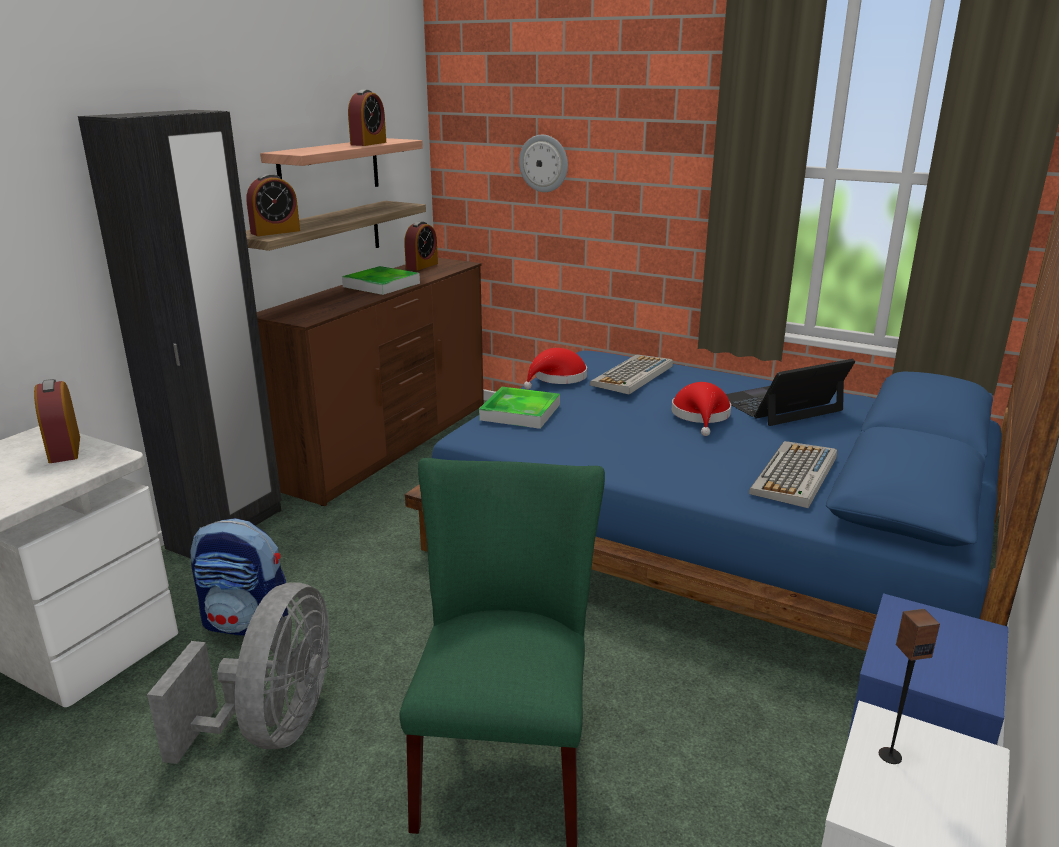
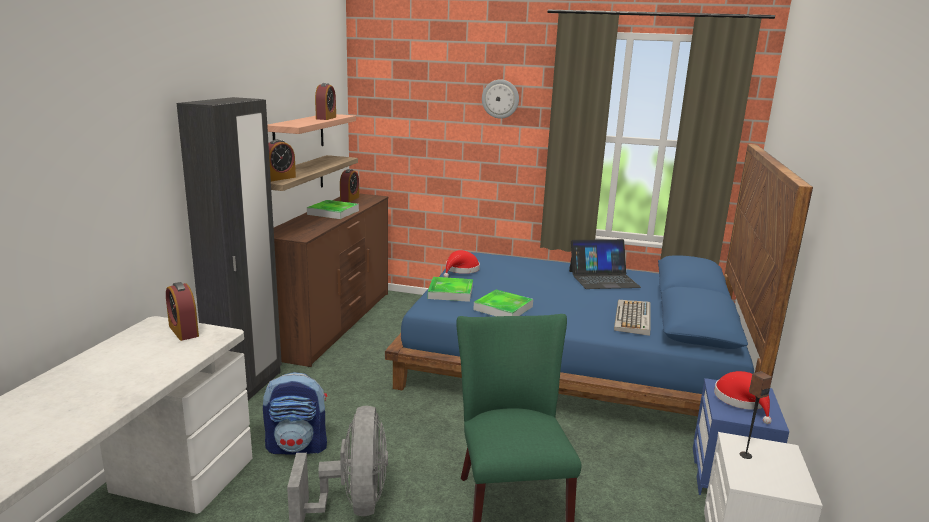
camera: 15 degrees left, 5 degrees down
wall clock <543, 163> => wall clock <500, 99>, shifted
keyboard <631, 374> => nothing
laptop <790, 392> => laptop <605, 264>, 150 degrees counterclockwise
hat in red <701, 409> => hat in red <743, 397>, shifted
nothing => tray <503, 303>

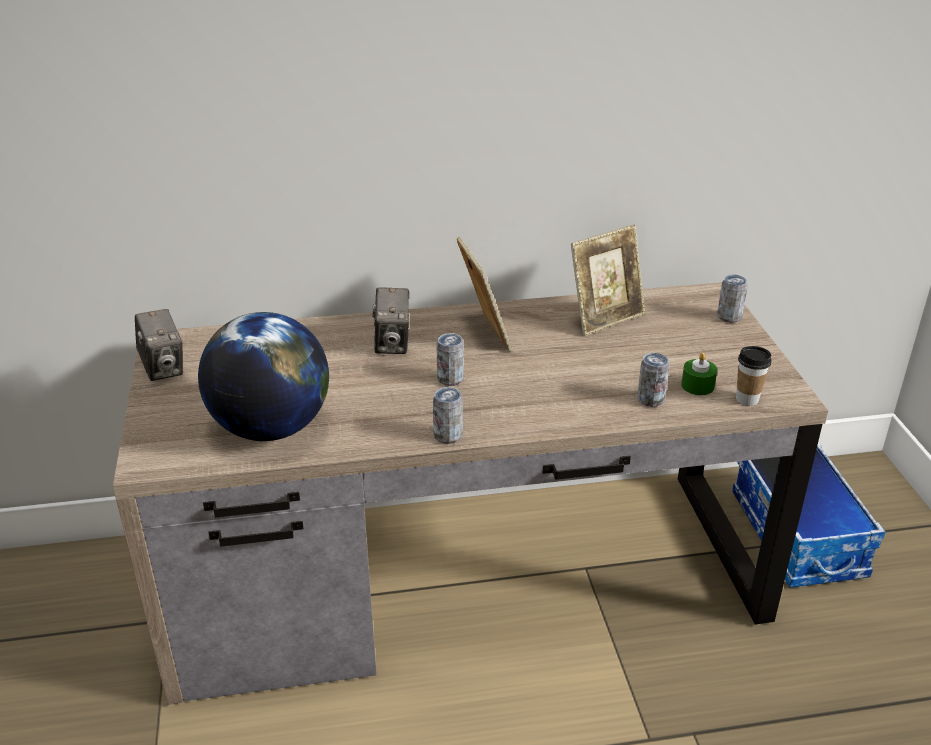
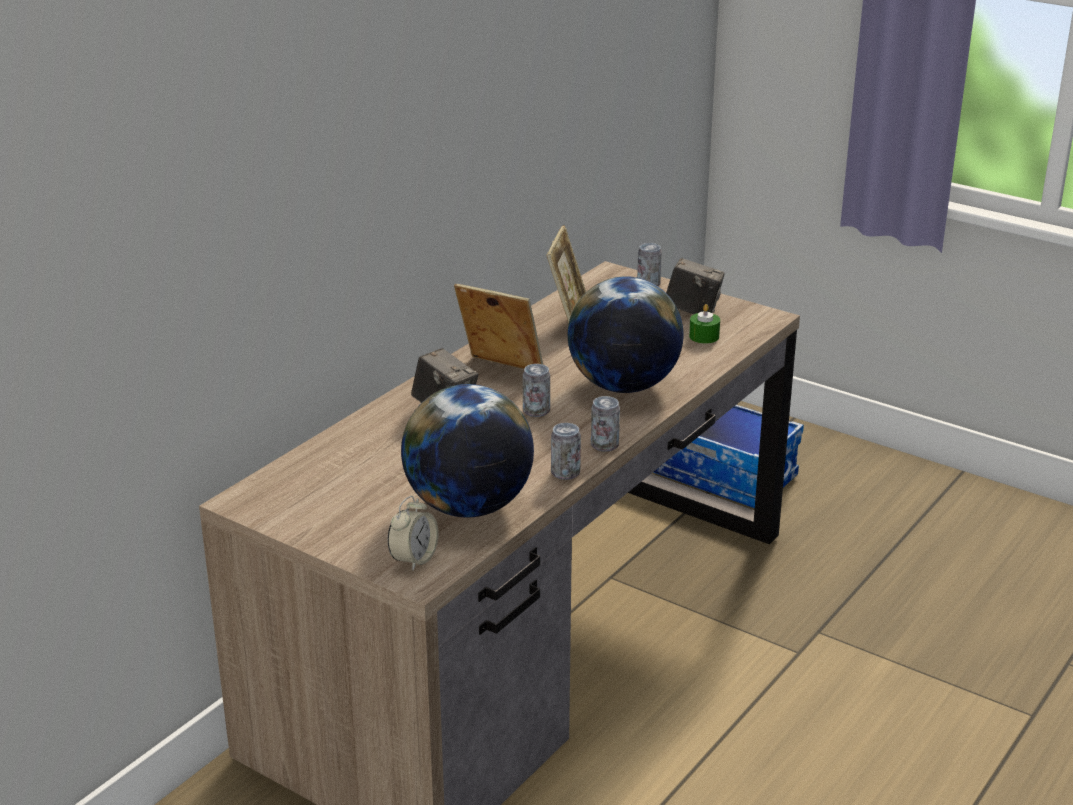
camera: 45 degrees left, 5 degrees down
photo camera <159, 345> => photo camera <695, 286>, shifted
cup <754, 376> => nothing
can <653, 380> => can <566, 451>, shifted
nothing => globe <625, 334>
nothing => alarm clock <413, 533>

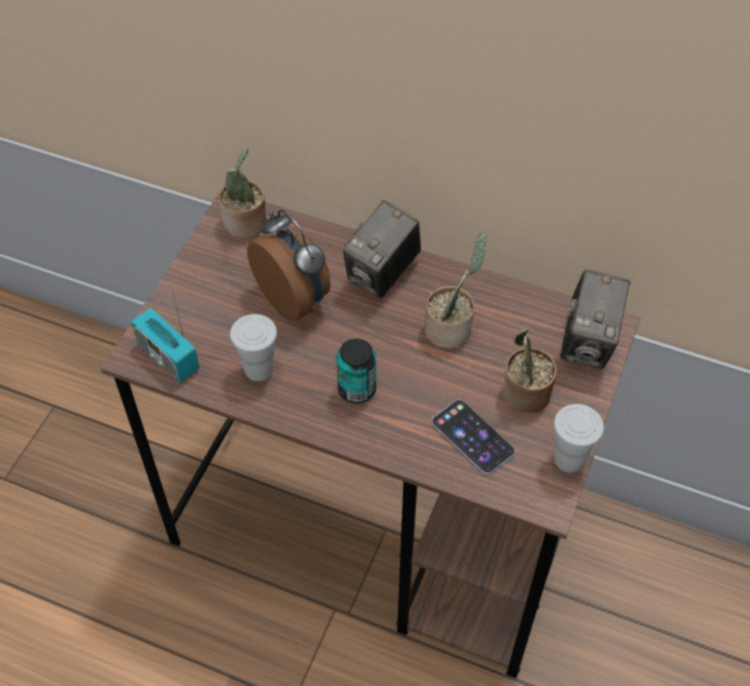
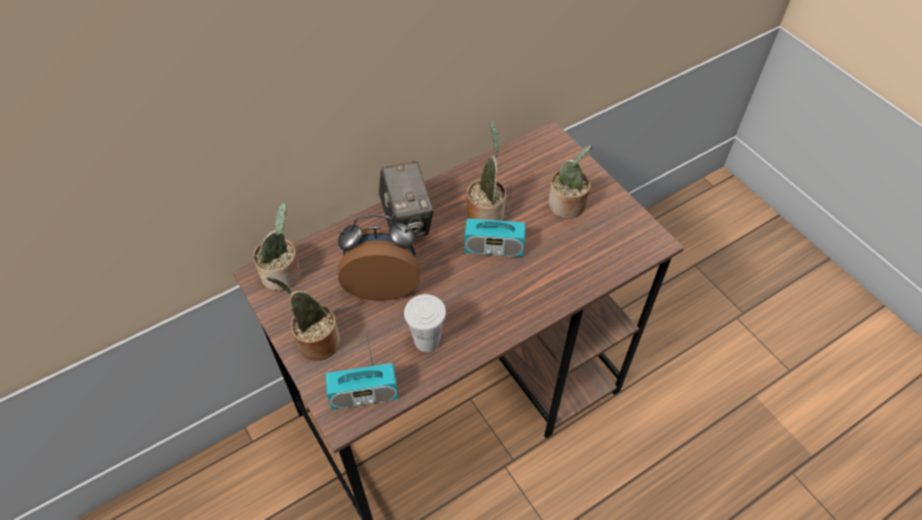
camera: 55 degrees left, 0 degrees up
photo camera <595, 319> => nothing
can <356, 371> => nothing
phone <473, 437> => nothing
cup in white <579, 438> => nothing
nothing => radio <495, 221>
nothing => potted plant <303, 319>

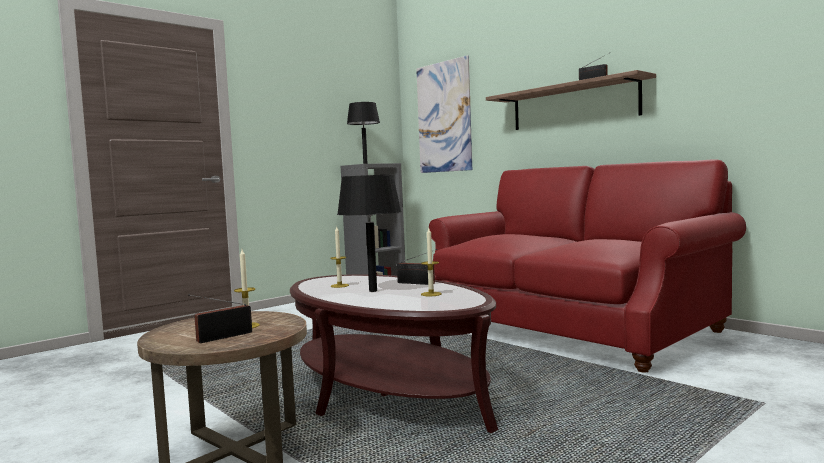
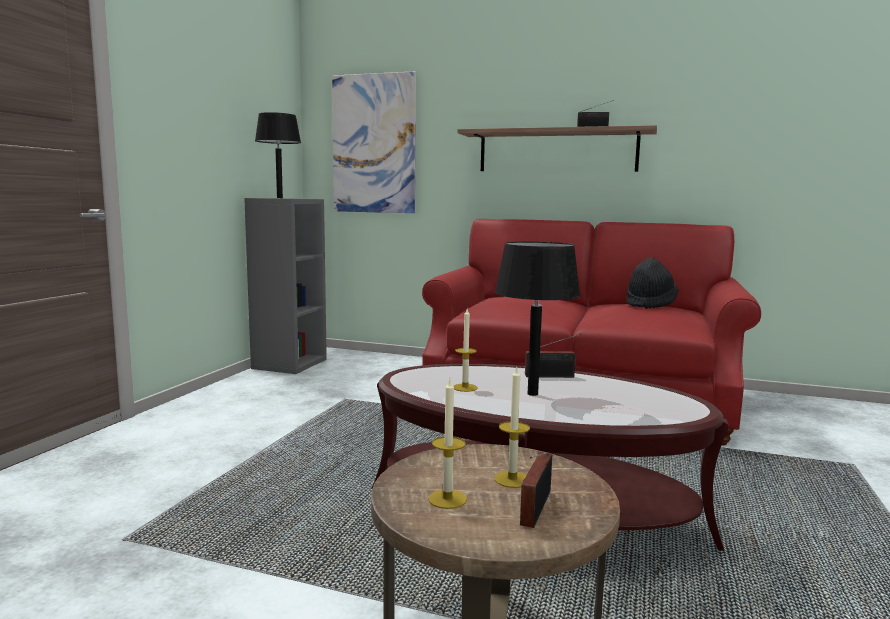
camera: 30 degrees left, 5 degrees up
candle <431, 262> => candle <447, 444>, shifted
nothing => hat in black <652, 283>

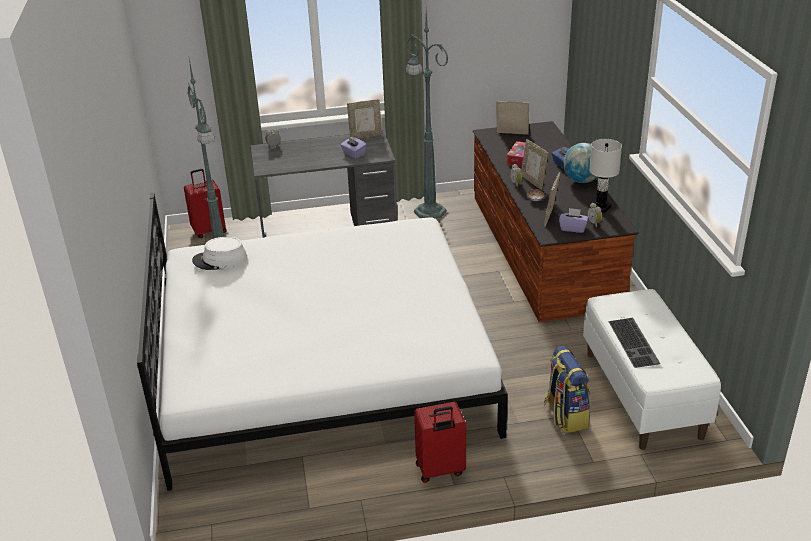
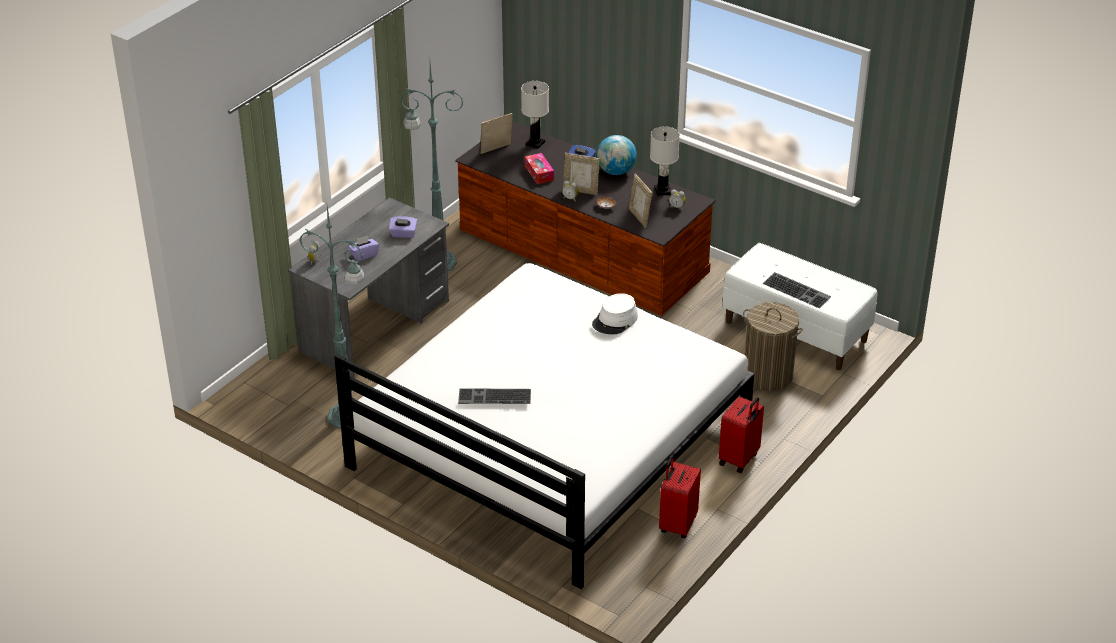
camera: 45 degrees left, 5 degrees up
picture frame <364, 118> => nothing
suitcase in red <205, 203> => suitcase in red <680, 496>, shifted
tissue box in purple <573, 220> => tissue box in purple <363, 248>, shifted
hat in white <220, 253> => hat in white <615, 313>, shifted
backpack <567, 389> => laundry basket <773, 346>
nothing => table lamp in white <535, 115>
nothing => keyboard <494, 396>

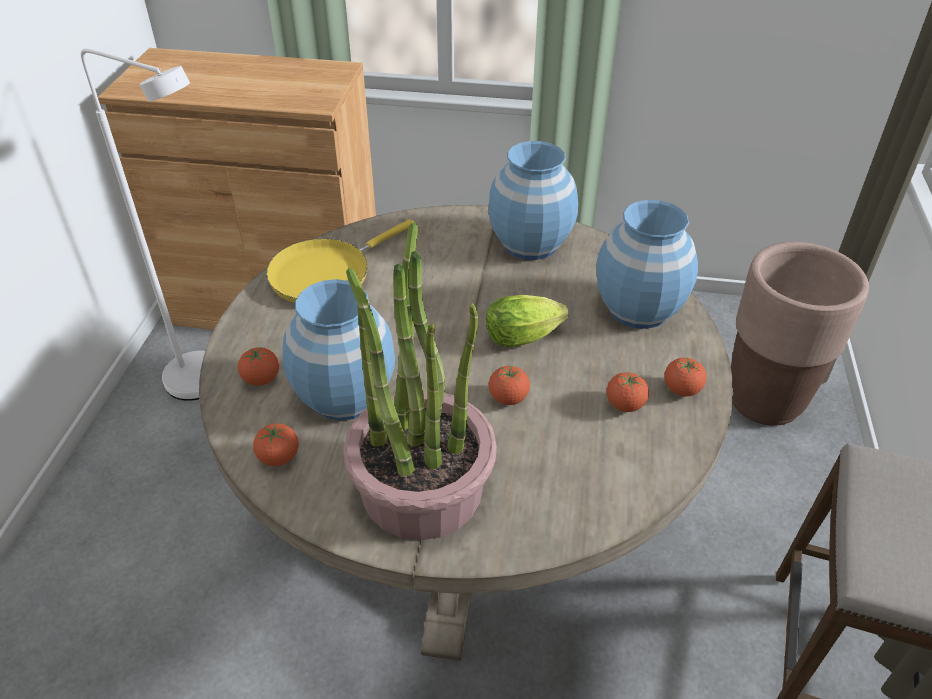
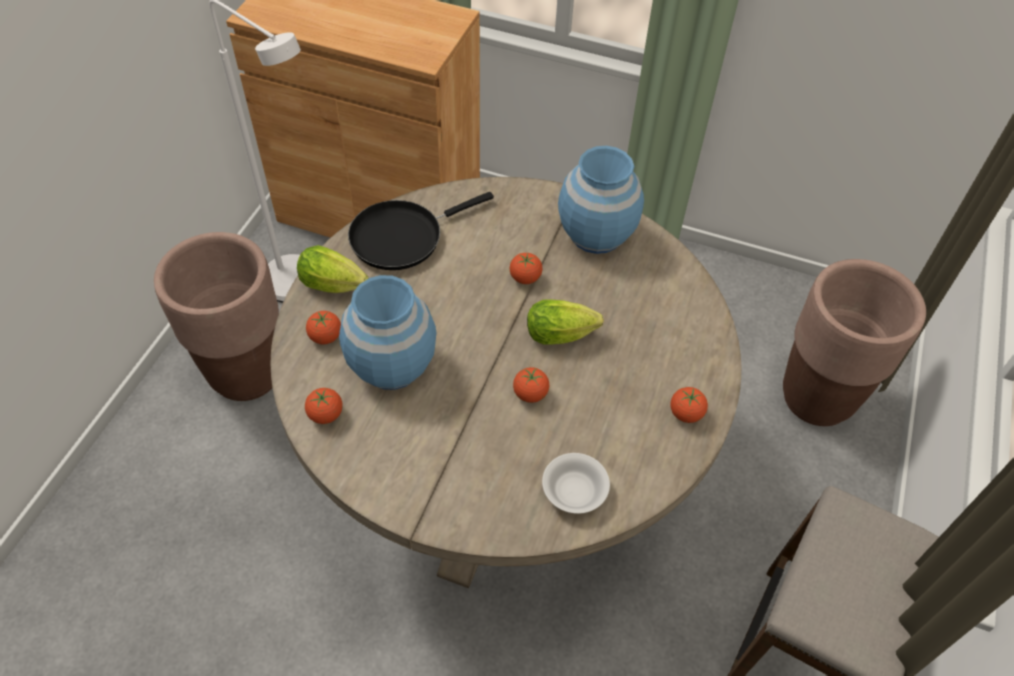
camera: 10 degrees right, 10 degrees up
vase in blue <647, 264> => nothing
frying pan in yellow <340, 261> => frying pan in black <421, 231>
potted plant <420, 380> => nothing
tomato <628, 392> => tomato <526, 268>, shifted
nothing => planter in brown <216, 316>
nothing => lettuce <333, 269>
nothing => bowl in white <576, 483>

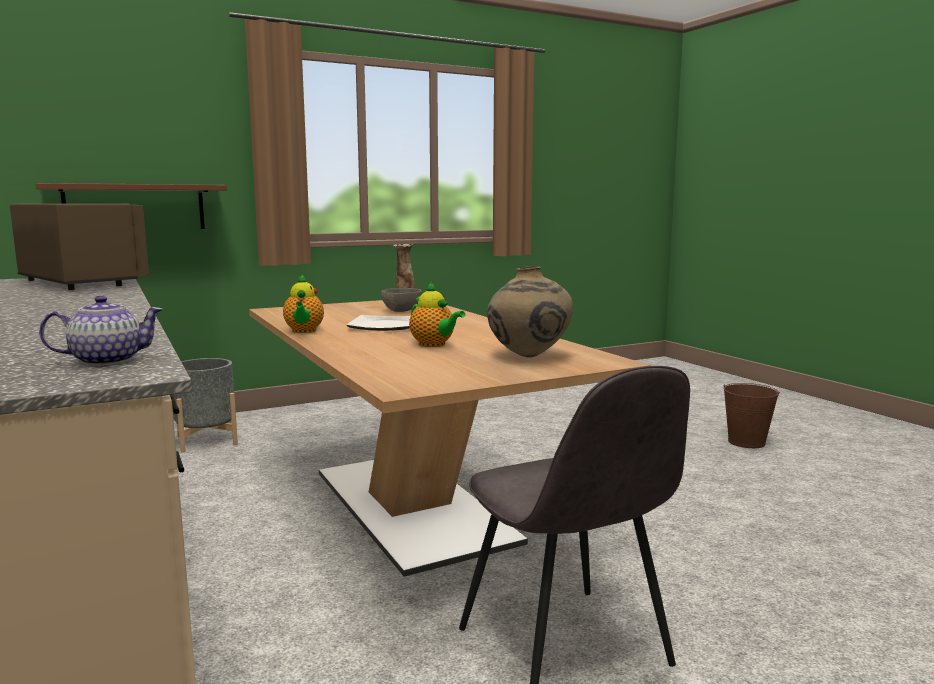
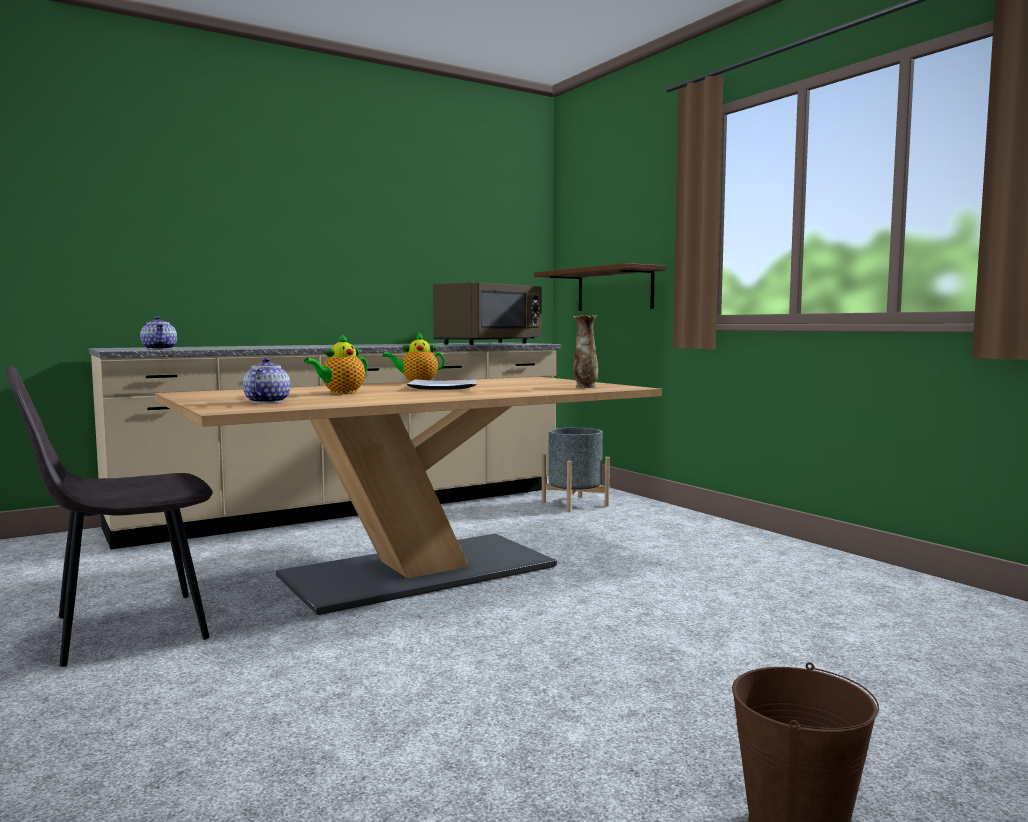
camera: 85 degrees right, 5 degrees down
vase in beige <530, 312> => teapot <266, 380>
bowl in grey <401, 300> => nothing

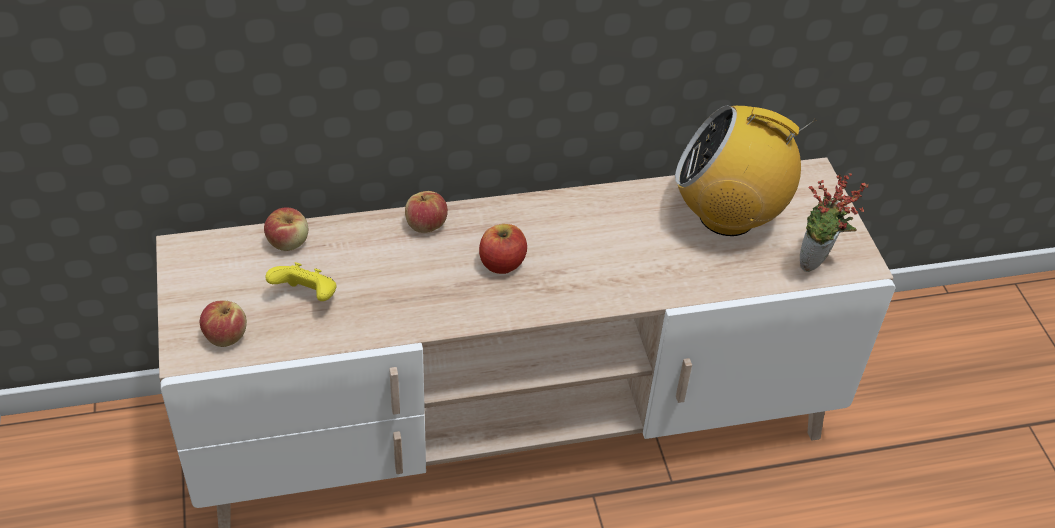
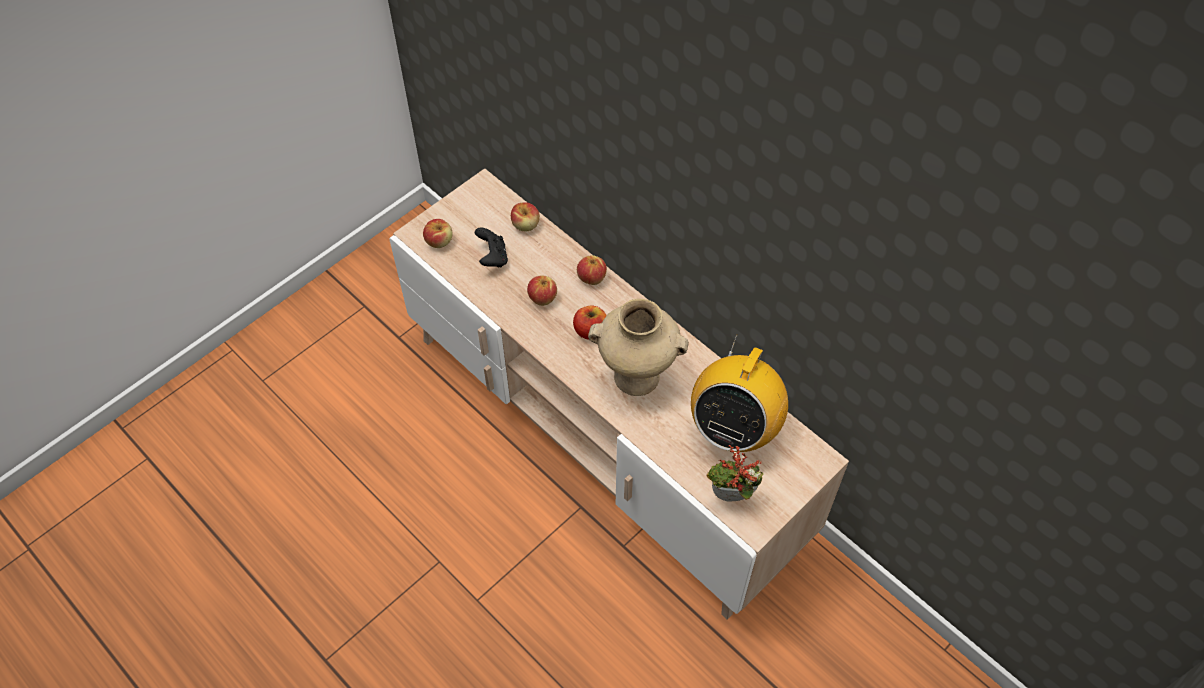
camera: 60 degrees right, 10 degrees up
radio <745, 170> => radio <739, 393>, 135 degrees counterclockwise
game controller in yellow <301, 281> => game controller in black <491, 247>
nothing => apple <542, 291>
nothing => vase in beige <638, 347>

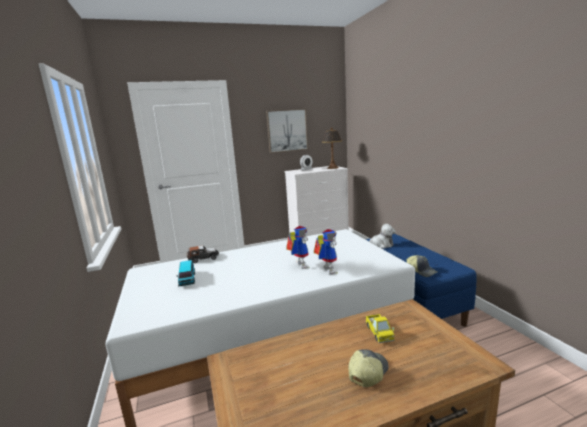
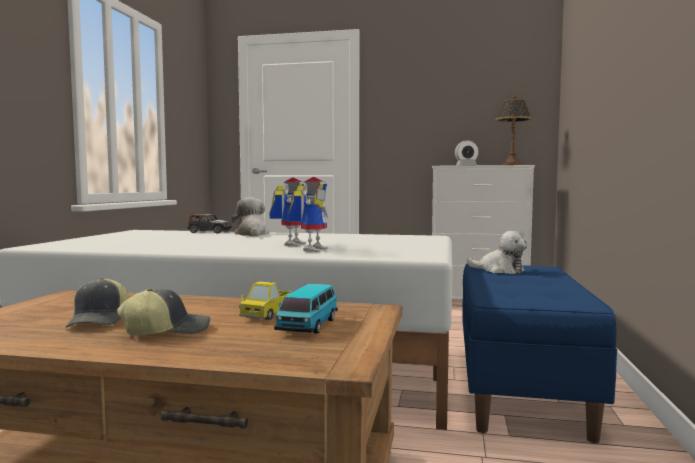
camera: 30 degrees right, 10 degrees down
picture <287, 131> => nothing
cap <421, 266> => cap <97, 303>, shifted
toy car <185, 273> => toy car <306, 309>, shifted
nothing => plush toy <250, 216>

